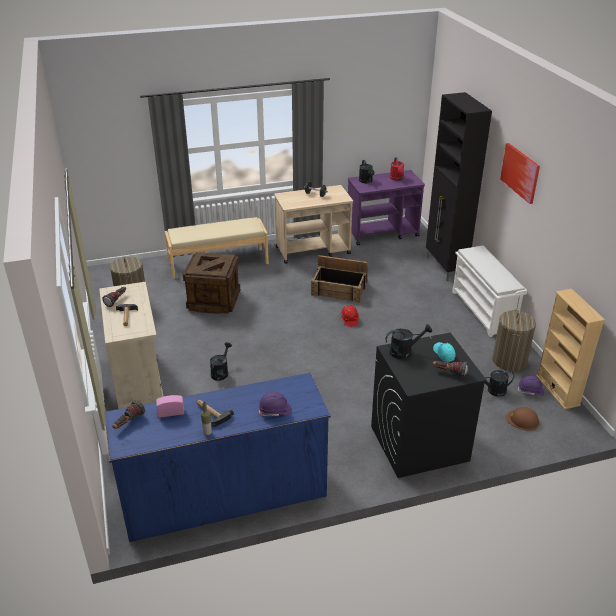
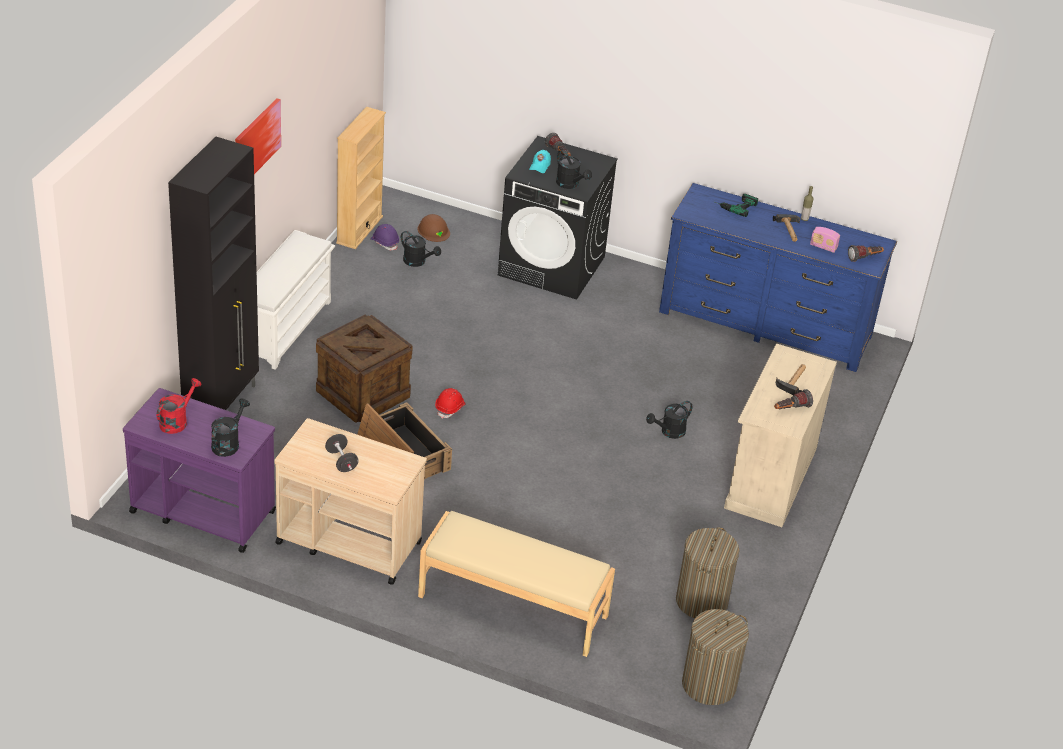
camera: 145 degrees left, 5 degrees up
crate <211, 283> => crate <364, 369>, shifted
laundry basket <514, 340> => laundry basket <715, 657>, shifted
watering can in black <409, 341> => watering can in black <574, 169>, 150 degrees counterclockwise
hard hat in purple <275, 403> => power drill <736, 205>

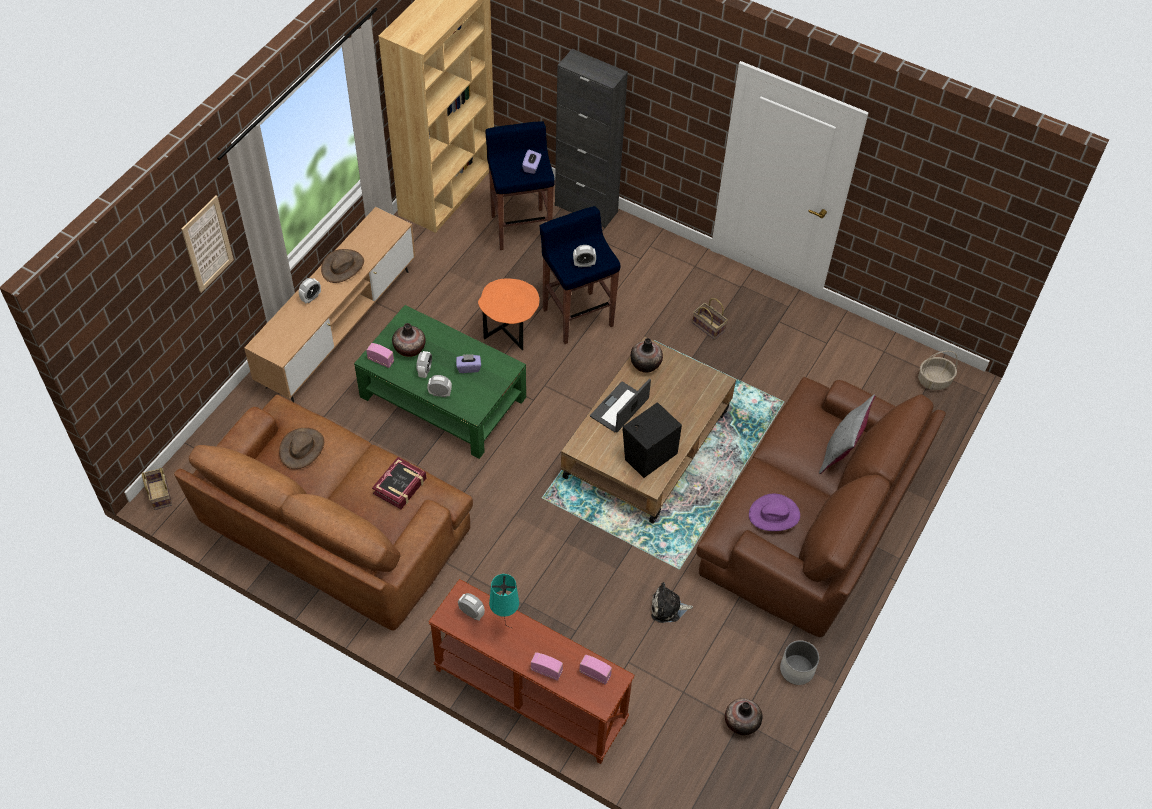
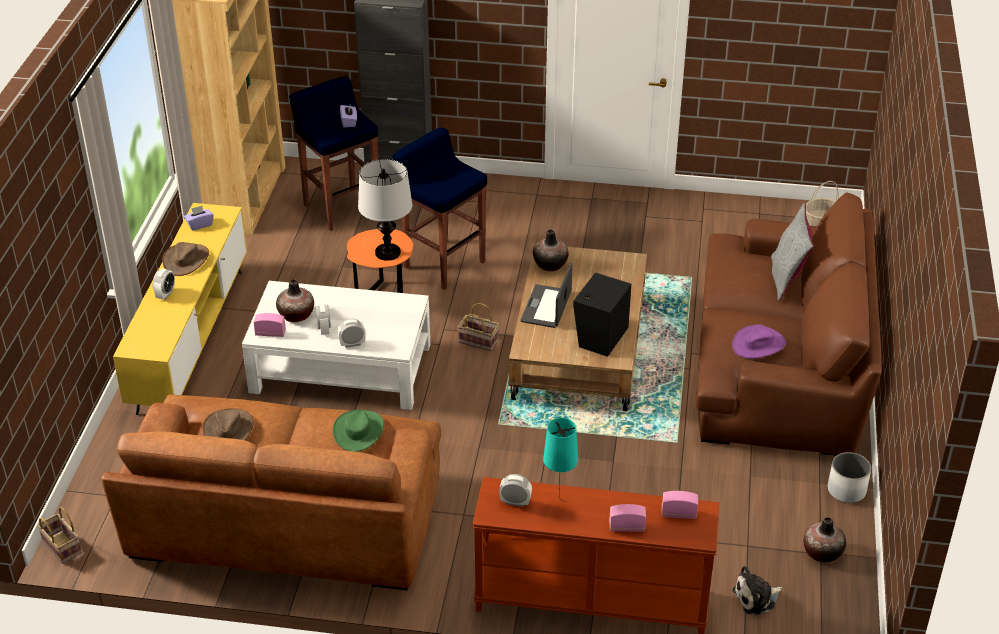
camera: 20 degrees left, 15 degrees down
picture <207, 244> => nothing
tv stand in brown <329, 304> => tv stand in yellow <180, 309>
alarm clock <584, 256> => nothing
basket <710, 319> => basket <478, 327>, shifted
coffee table in green <440, 382> => coffee table in white <336, 345>
tissue box in purple <468, 363> => tissue box in purple <199, 218>, shifted
book <399, 483> => hat in green <358, 431>
plush toy <672, 602> => plush toy <757, 590>, shifted
nothing => table lamp <385, 210>

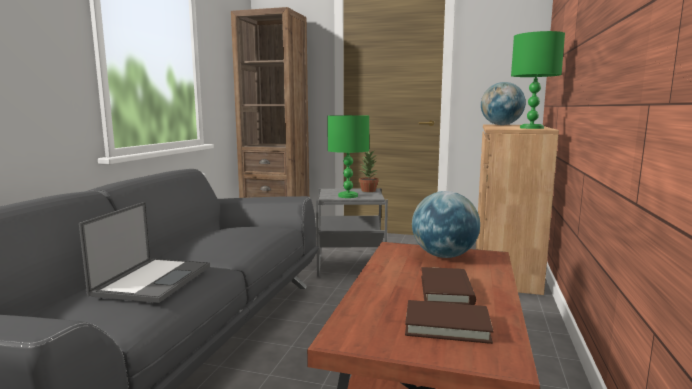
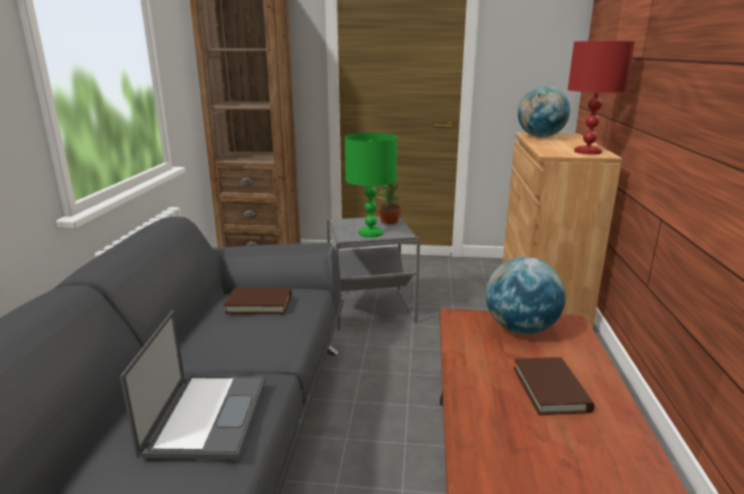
camera: 10 degrees left, 10 degrees up
table lamp in green <538, 80> => table lamp in red <601, 98>
book in brown <449, 322> => book in brown <258, 301>, shifted

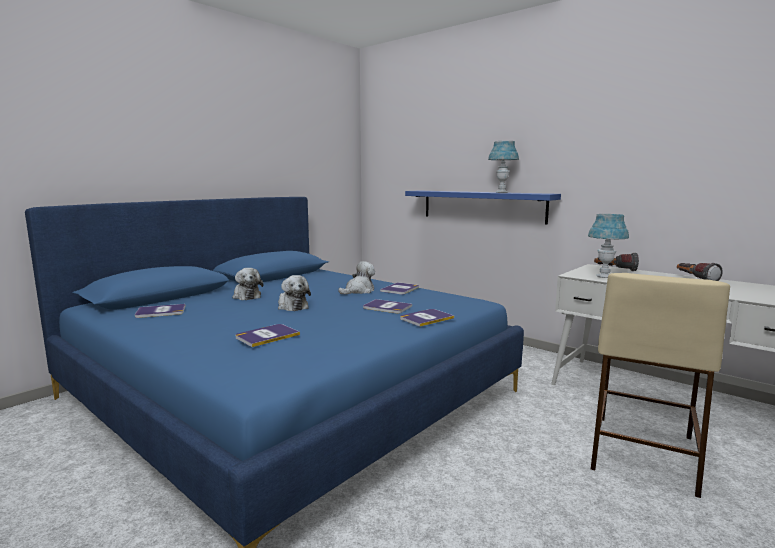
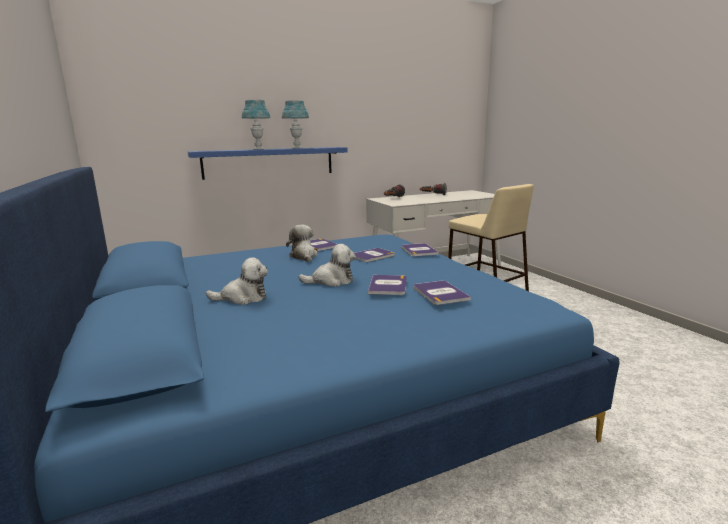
camera: 65 degrees left, 5 degrees up
table lamp in blue <608, 246> => table lamp in blue <256, 125>, shifted
book <160, 311> => book <387, 285>, shifted

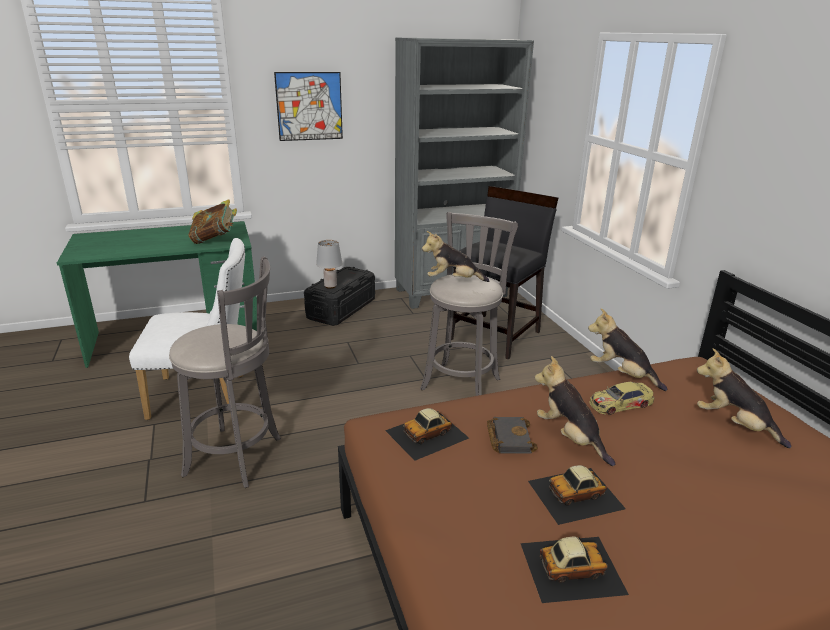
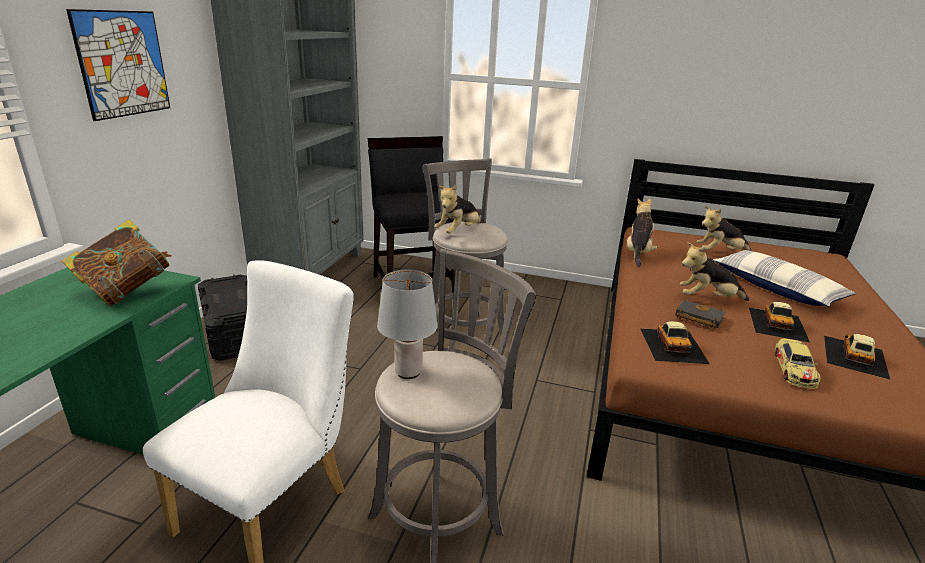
camera: 55 degrees left, 0 degrees up
table lamp in grey <329, 264> => table lamp in grey <407, 324>, shifted
plush toy <628, 349> => plush toy <642, 233>, 120 degrees clockwise
toy car <621, 398> => toy car <797, 364>, shifted
nothing => pillow <784, 278>

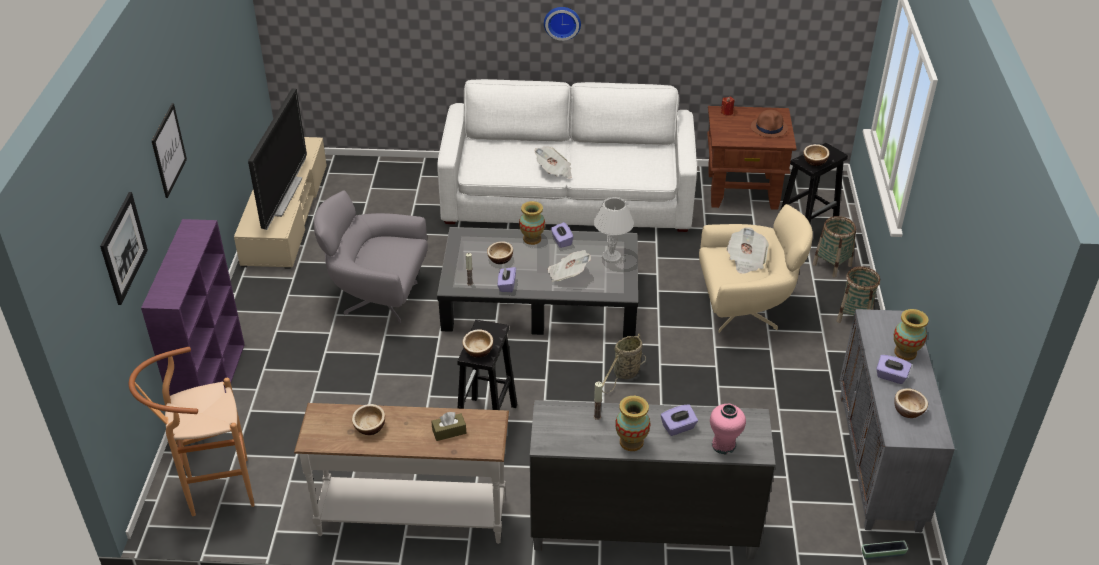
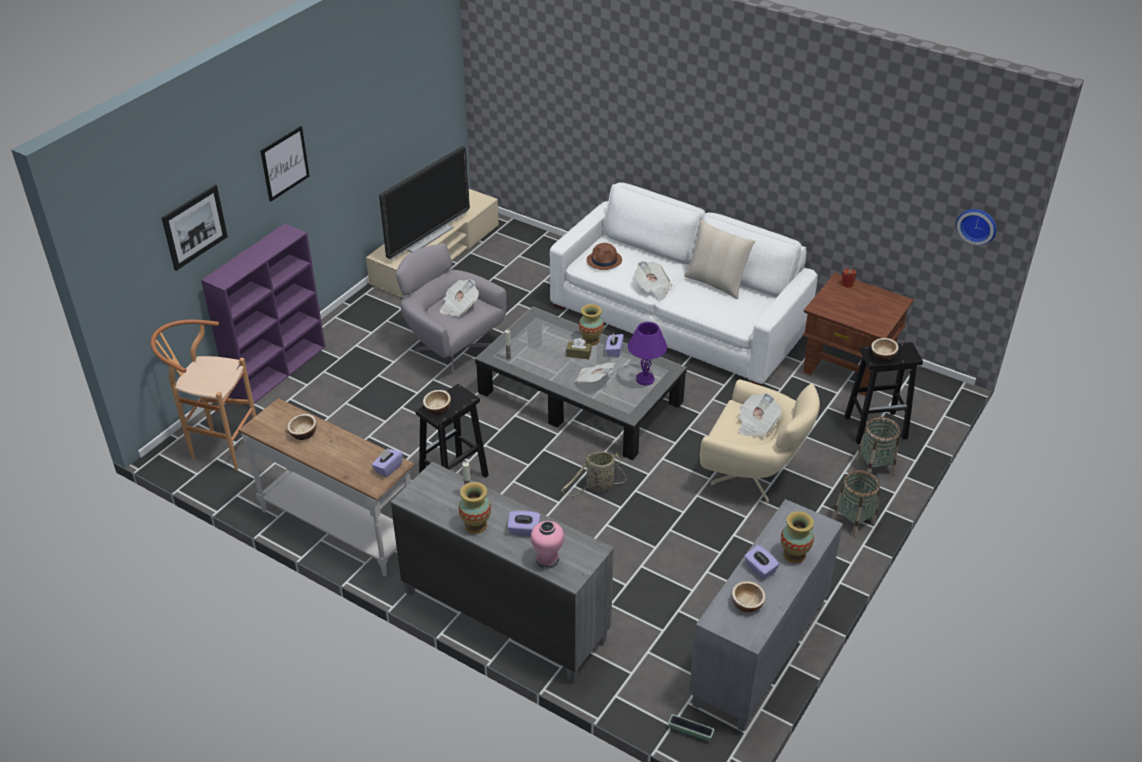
camera: 30 degrees right, 0 degrees up
wall clock <562, 24> => wall clock <976, 227>, shifted
hat in brown <769, 123> => hat in brown <604, 256>, shifted
table lamp in white <614, 230> => table lamp in purple <647, 354>
bowl <500, 252> => nothing
tissue box in purple <506, 279> => tissue box in purple <387, 462>, shifted
tissue box in brown <448, 426> => tissue box in brown <578, 348>, shifted
nothing => pillow in beige <719, 259>
nothing => newspaper <459, 298>

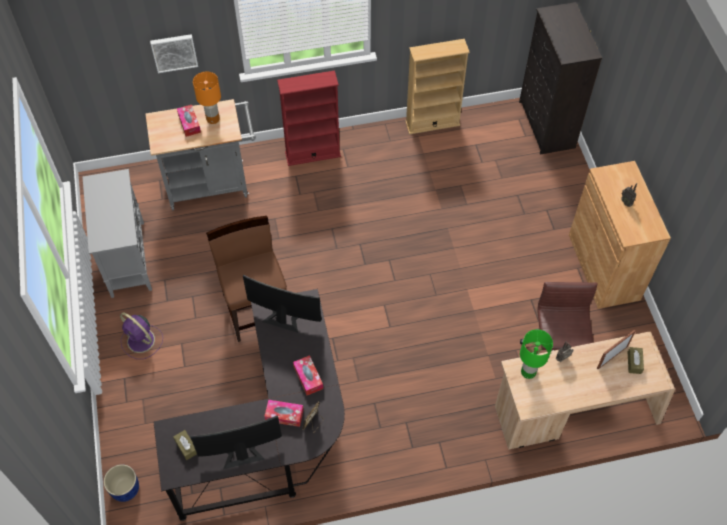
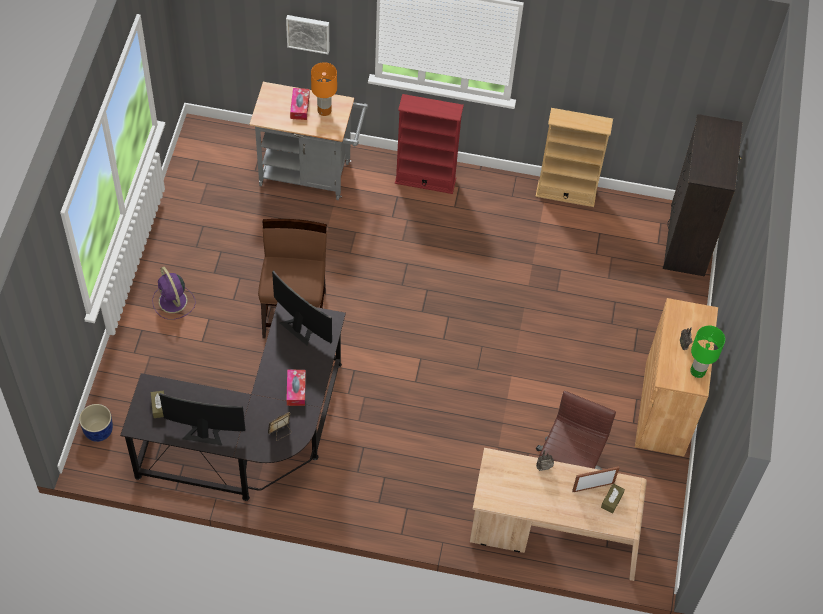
camera: 20 degrees right, 0 degrees up
cabinet in grey <117, 233> => nothing
table lamp in green <536, 354> => table lamp in green <707, 352>, shifted
tissue box <284, 413> => nothing

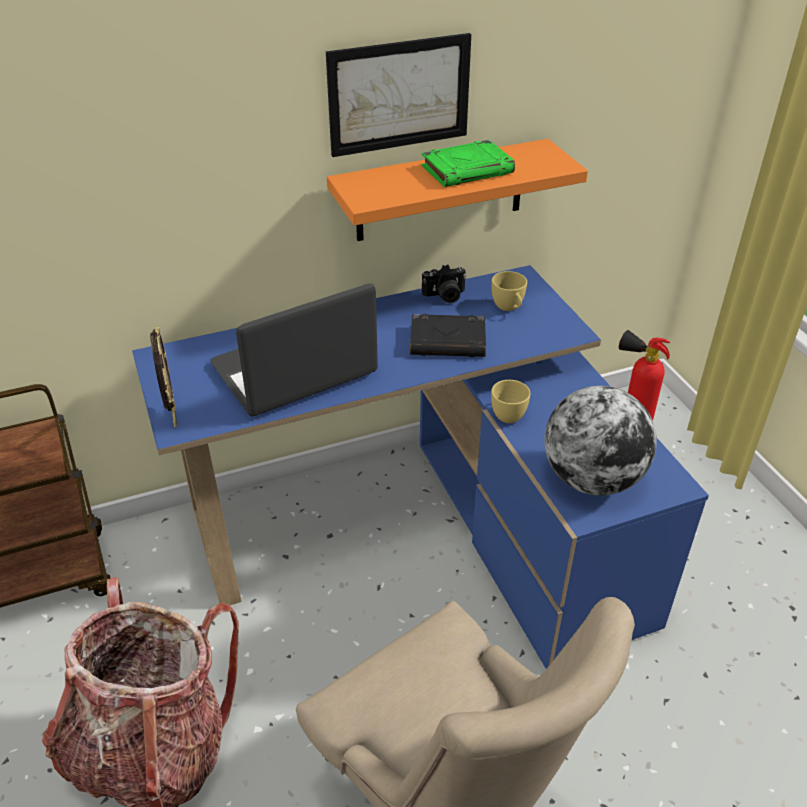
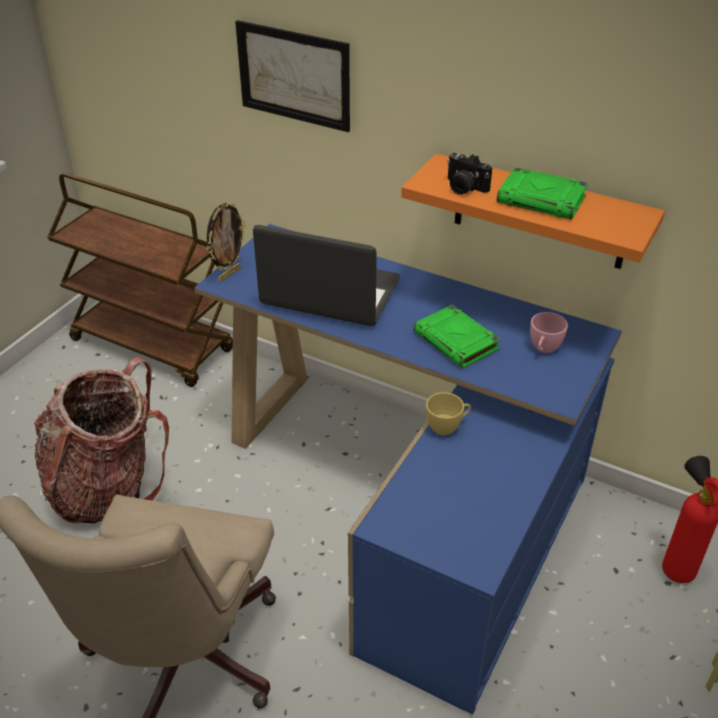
camera: 50 degrees right, 0 degrees up
picture <398, 95> => picture <292, 76>, shifted
photo camera <444, 284> => photo camera <469, 174>, shifted
cup in yellow <509, 291> => cup in pink <549, 332>
book in black <448, 335> => book in green <457, 336>
globe <600, 441> => nothing

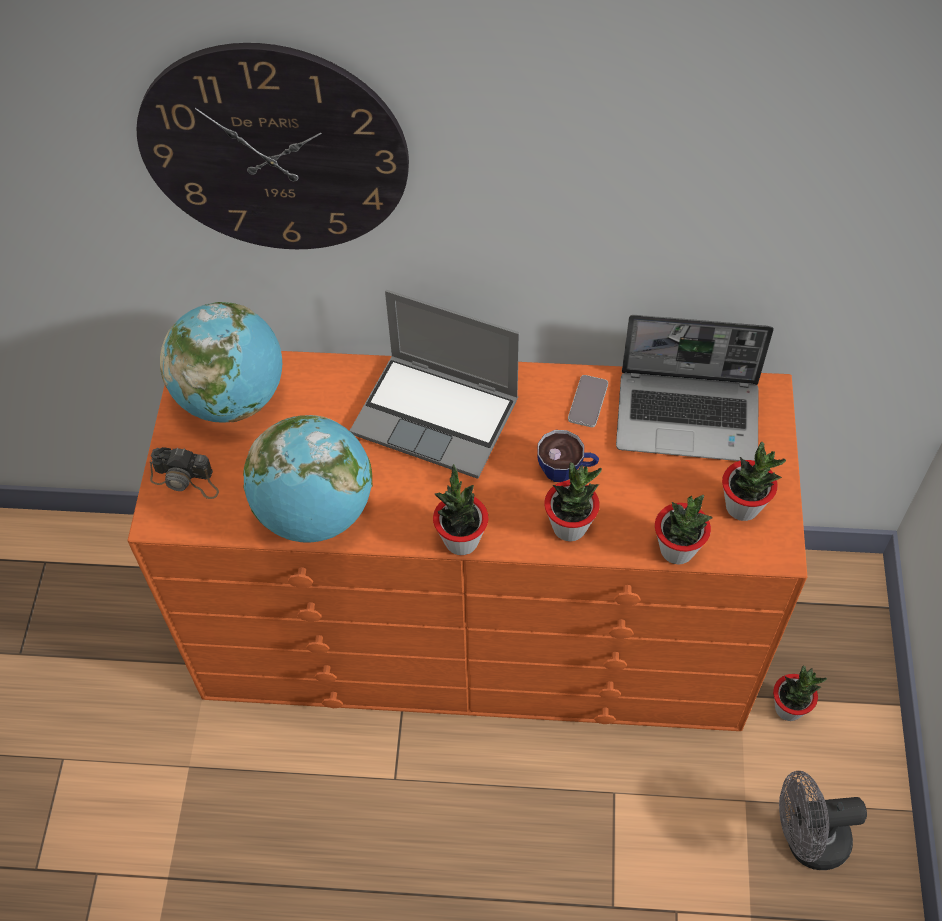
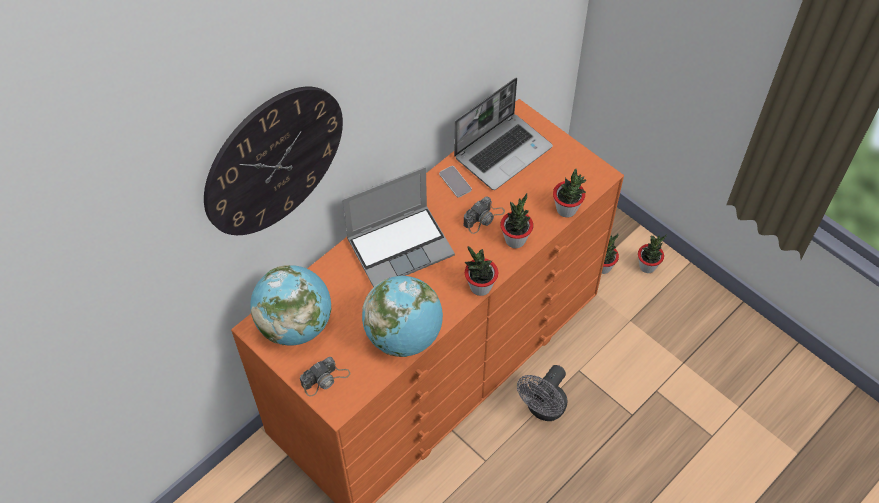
camera: 50 degrees left, 0 degrees up
cup <568, 456> => photo camera <484, 215>
potted plant <754, 481> => potted plant <652, 254>, shifted
fan in grey <823, 820> => fan in grey <542, 393>, shifted

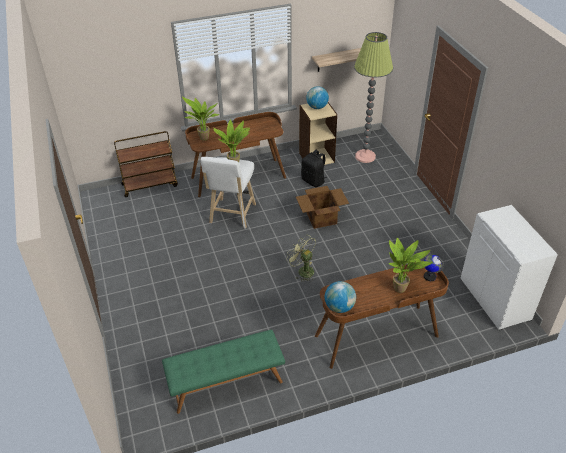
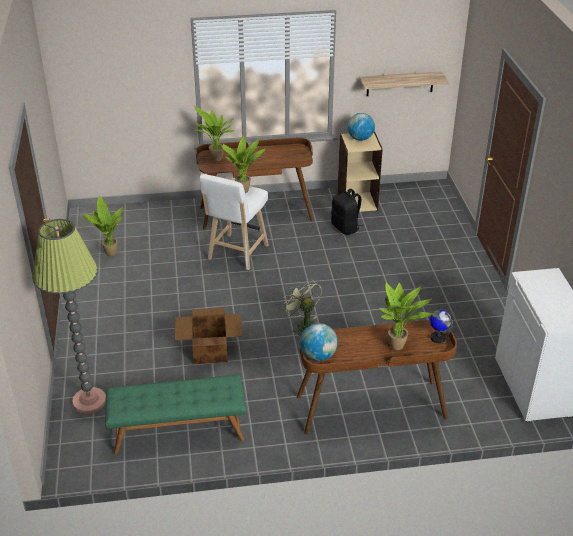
camera: 10 degrees right, 5 degrees down
floor lamp <373, 97> => floor lamp <69, 316>, shifted
cart in brown <146, 164> => nothing
cardboard box <322, 207> => cardboard box <209, 336>, shifted
nothing => potted plant <103, 225>

